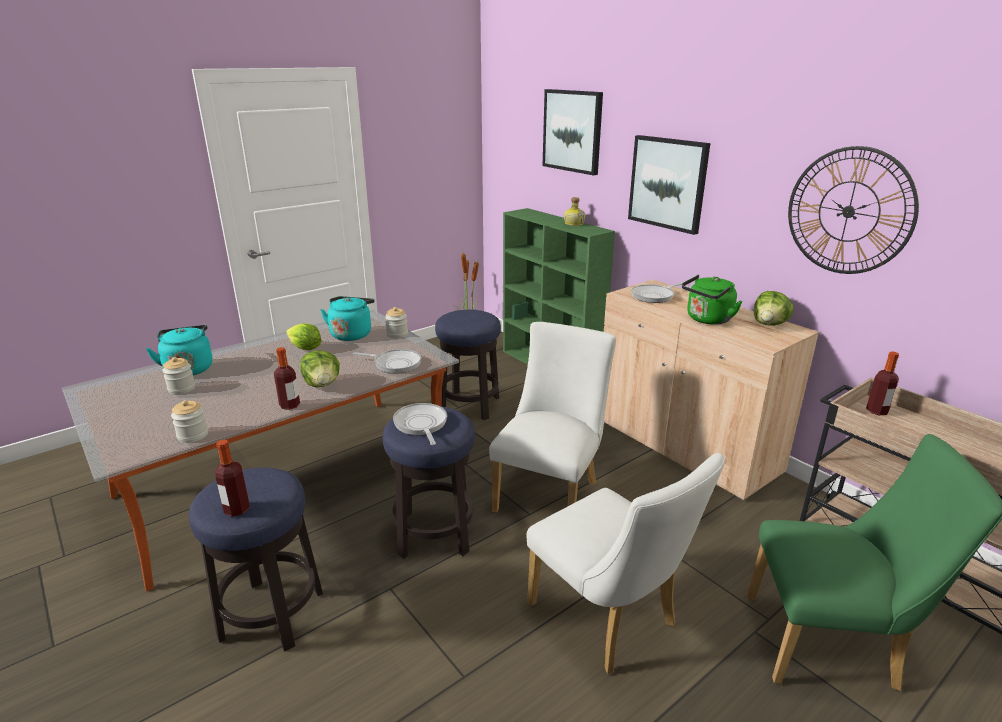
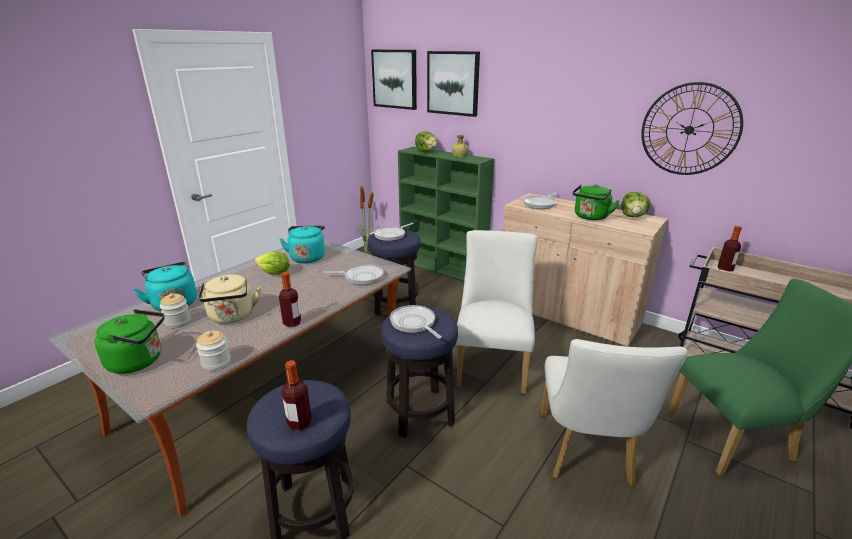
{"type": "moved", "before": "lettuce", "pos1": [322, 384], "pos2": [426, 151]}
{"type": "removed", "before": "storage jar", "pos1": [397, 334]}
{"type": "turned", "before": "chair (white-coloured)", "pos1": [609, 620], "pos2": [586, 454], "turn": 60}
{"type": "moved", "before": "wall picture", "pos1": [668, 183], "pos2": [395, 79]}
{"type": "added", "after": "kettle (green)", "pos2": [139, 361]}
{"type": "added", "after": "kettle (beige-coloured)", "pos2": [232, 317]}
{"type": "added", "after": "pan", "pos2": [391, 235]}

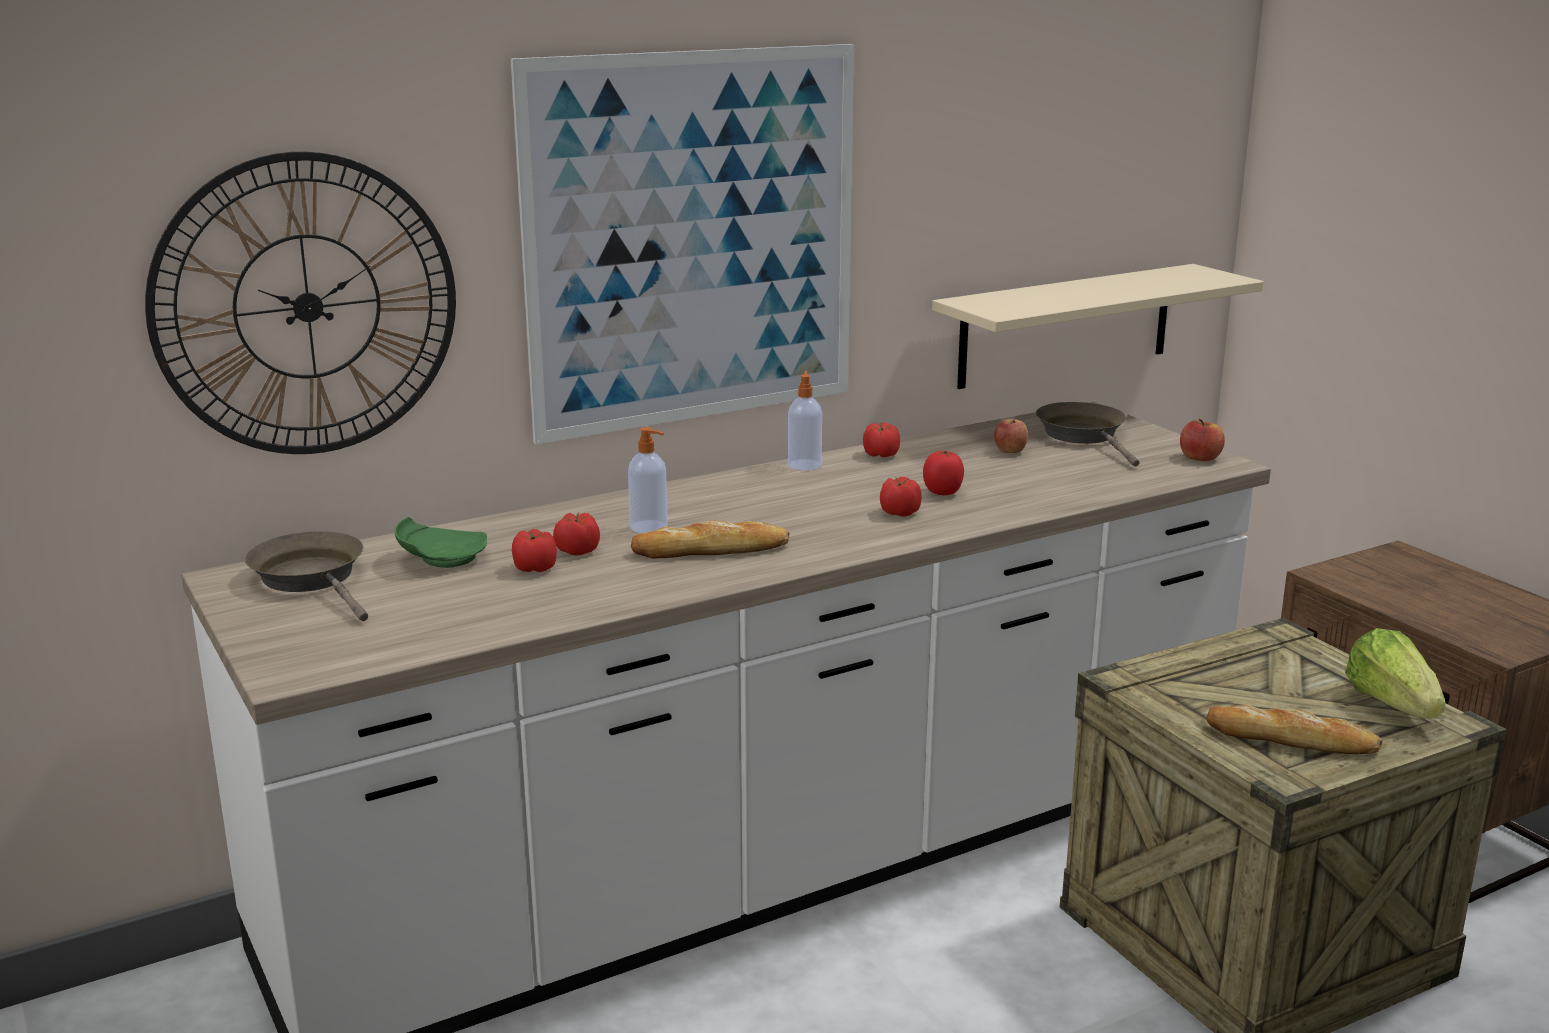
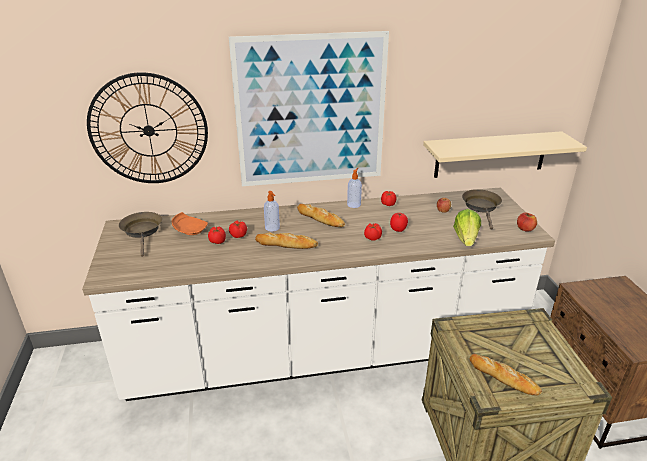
{"type": "recoloured", "before": "flat dish (green)", "after": "flat dish (orangey)", "pos1": [441, 559], "pos2": [190, 230]}
{"type": "moved", "before": "lettuce", "pos1": [1392, 705], "pos2": [466, 239]}
{"type": "added", "after": "bakery bread", "pos2": [320, 218]}

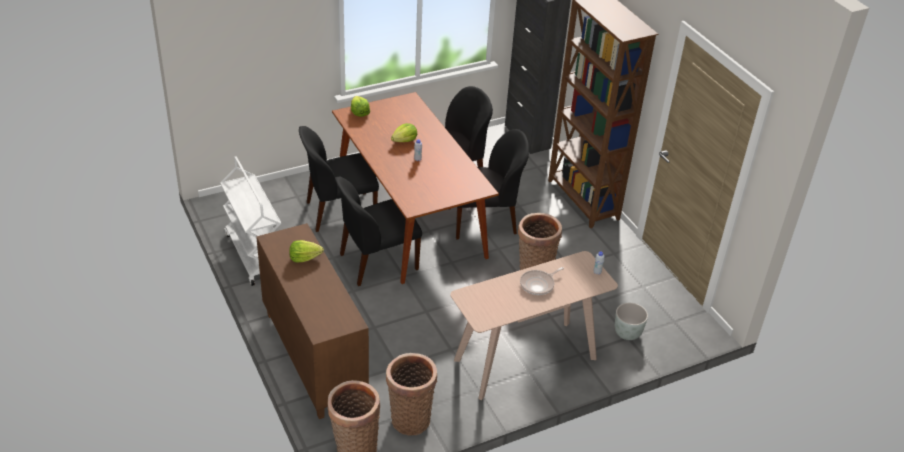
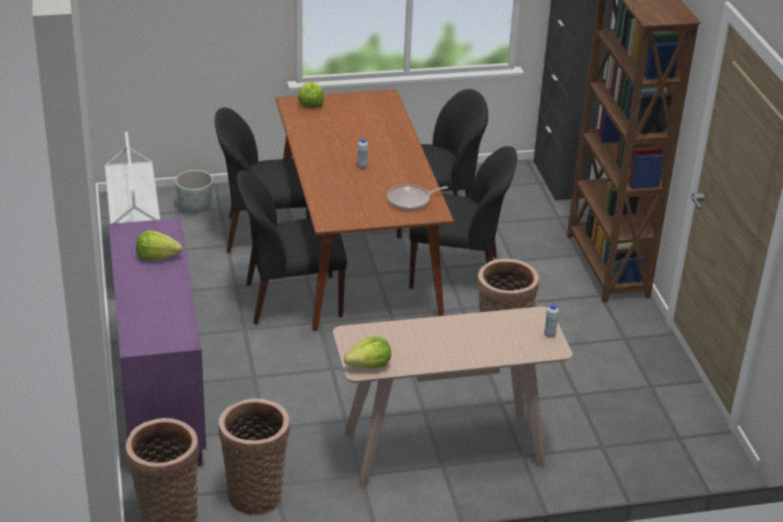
{"type": "recoloured", "before": "cupboard (brownish)", "after": "cupboard (purple)", "pos1": [312, 357], "pos2": [159, 398]}
{"type": "moved", "before": "lettuce", "pos1": [404, 140], "pos2": [369, 365]}
{"type": "moved", "before": "pan", "pos1": [538, 284], "pos2": [411, 201]}
{"type": "moved", "before": "planter (gray)", "pos1": [627, 333], "pos2": [195, 207]}

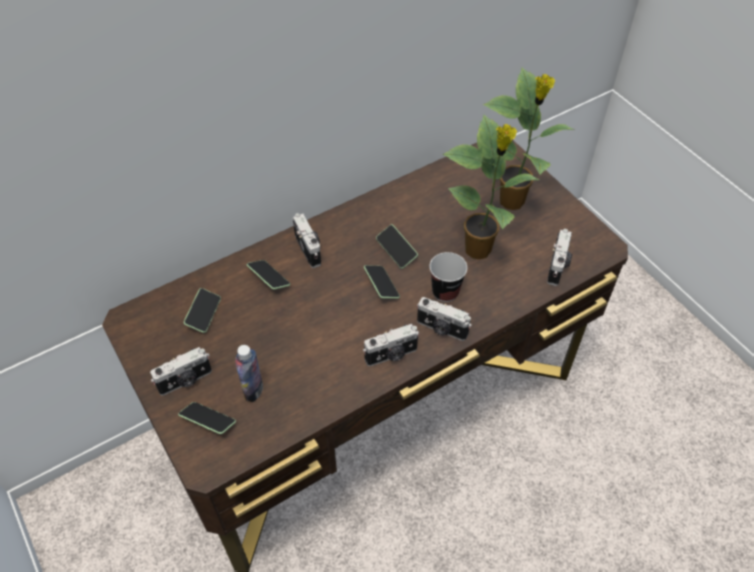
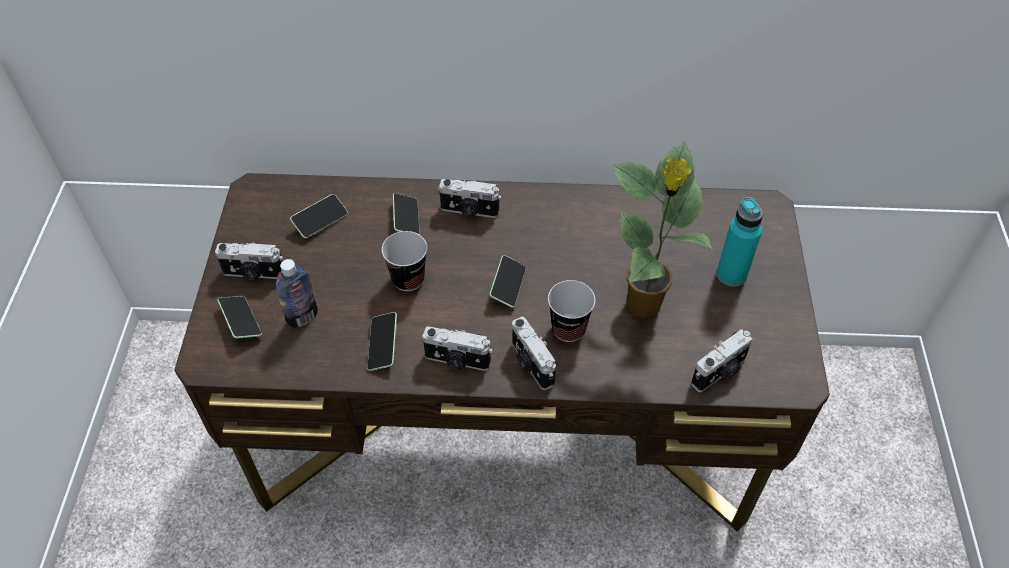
{"type": "turned", "before": "photo camera", "pos1": [309, 249], "pos2": [469, 211], "turn": 90}
{"type": "moved", "before": "phone", "pos1": [396, 250], "pos2": [383, 346]}
{"type": "replaced", "before": "potted plant", "after": "bottle (turquoise)", "pos1": [513, 202], "pos2": [731, 274]}
{"type": "added", "after": "small cup", "pos2": [408, 279]}

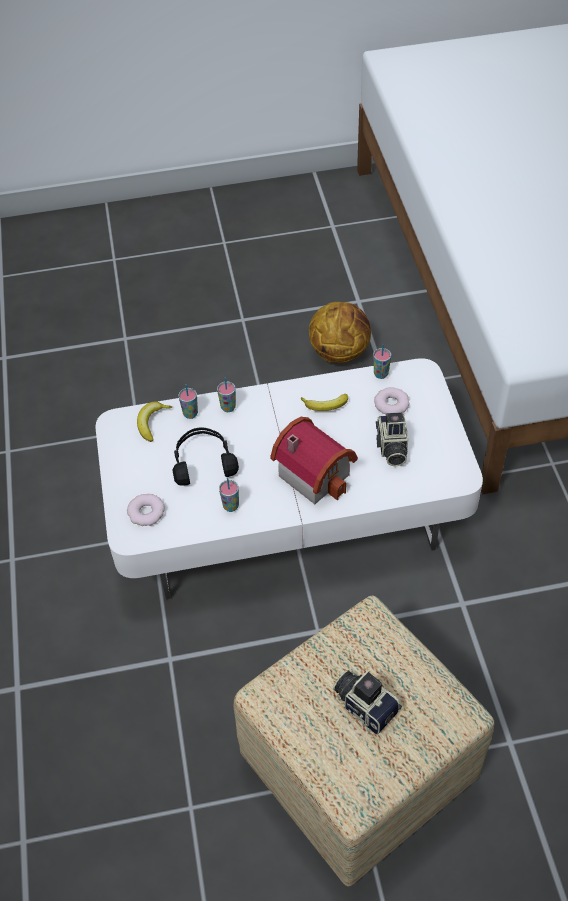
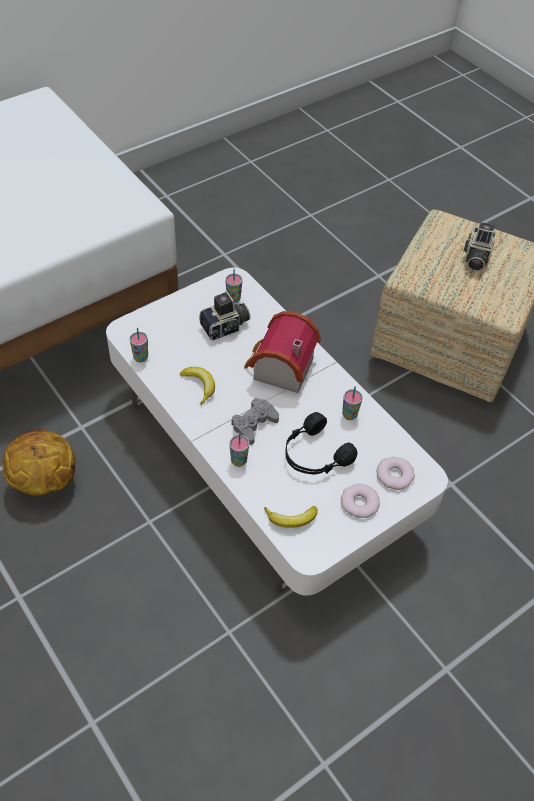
{"type": "moved", "before": "small cup", "pos1": [190, 414], "pos2": [233, 299]}
{"type": "moved", "before": "doughnut", "pos1": [391, 404], "pos2": [359, 503]}
{"type": "added", "after": "gamepad (gray)", "pos2": [254, 424]}

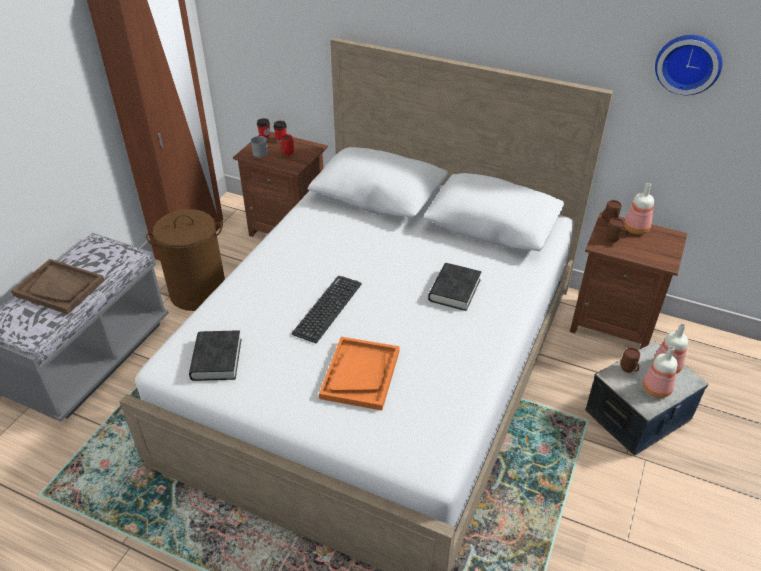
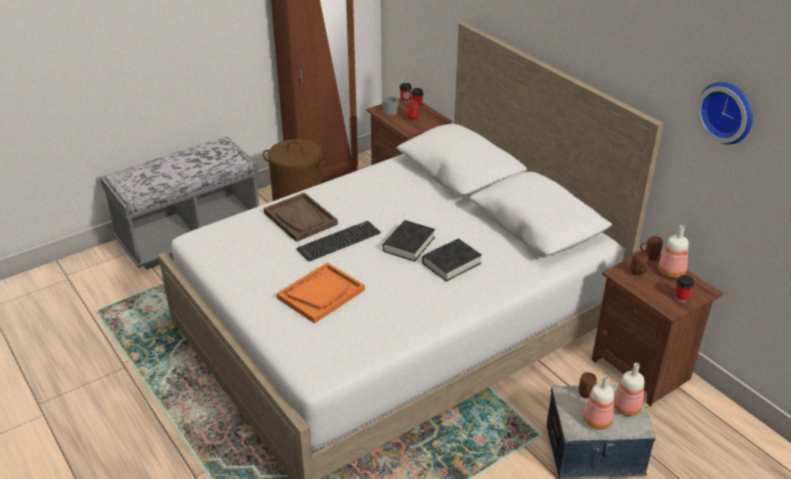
{"type": "moved", "before": "carrying tray (brownish)", "pos1": [59, 288], "pos2": [300, 218]}
{"type": "moved", "before": "book (blackish)", "pos1": [216, 359], "pos2": [408, 244]}
{"type": "added", "after": "small cup", "pos2": [681, 298]}

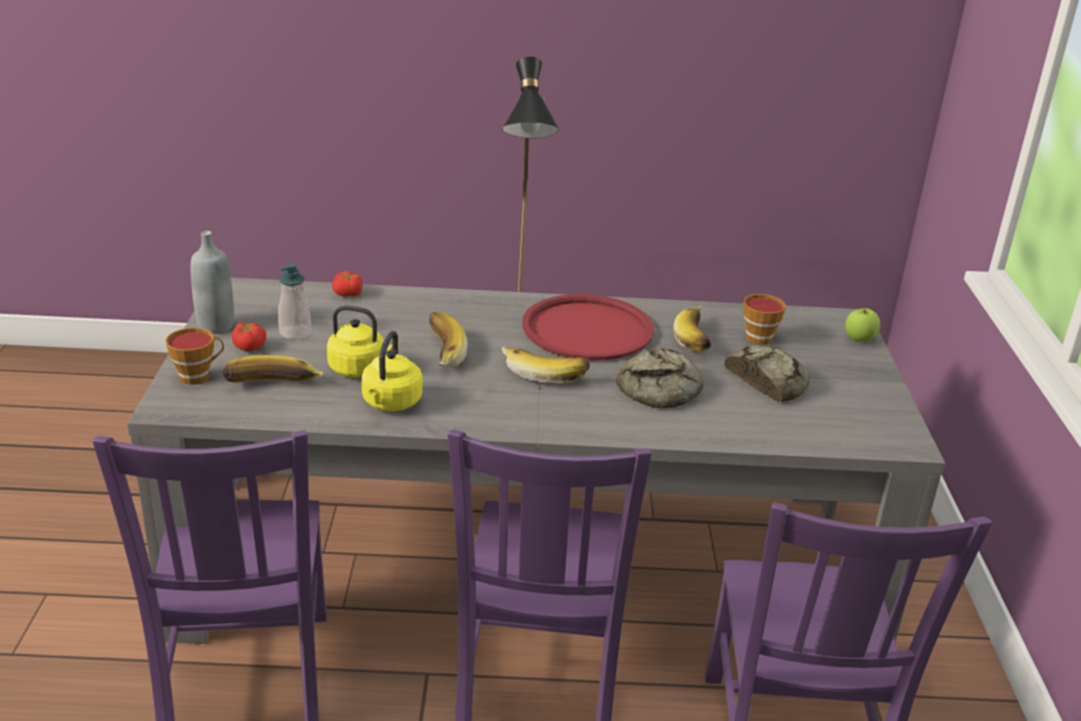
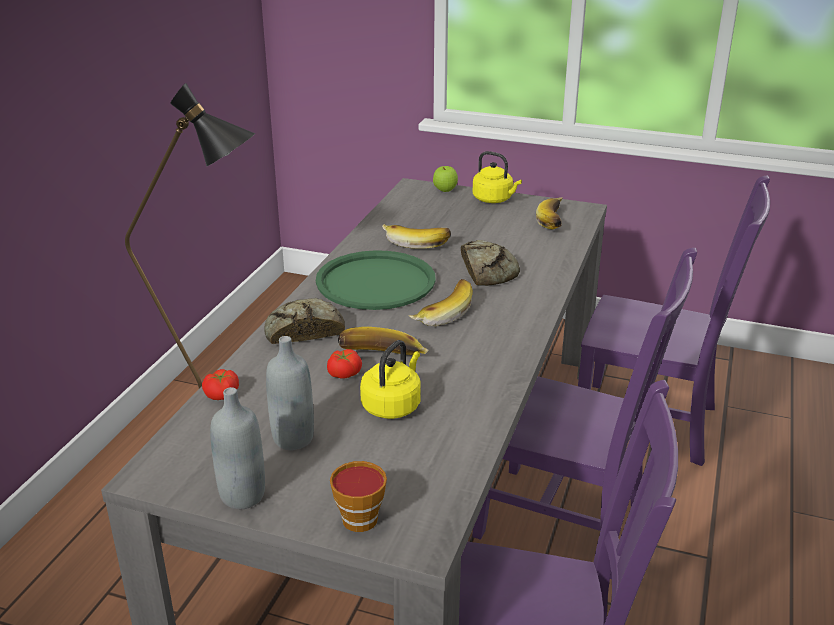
{"type": "moved", "before": "banana", "pos1": [272, 387], "pos2": [556, 222]}
{"type": "moved", "before": "tomato", "pos1": [249, 346], "pos2": [344, 373]}
{"type": "replaced", "before": "liquid soap bottle", "after": "bottle (gray)", "pos1": [295, 333], "pos2": [293, 438]}
{"type": "moved", "before": "kettle (yellow)", "pos1": [391, 403], "pos2": [494, 199]}
{"type": "recoloured", "before": "carrying tray (reddish)", "after": "carrying tray (green)", "pos1": [587, 329], "pos2": [376, 282]}
{"type": "moved", "before": "bakery bread", "pos1": [767, 380], "pos2": [303, 330]}
{"type": "removed", "before": "small cup", "pos1": [757, 336]}

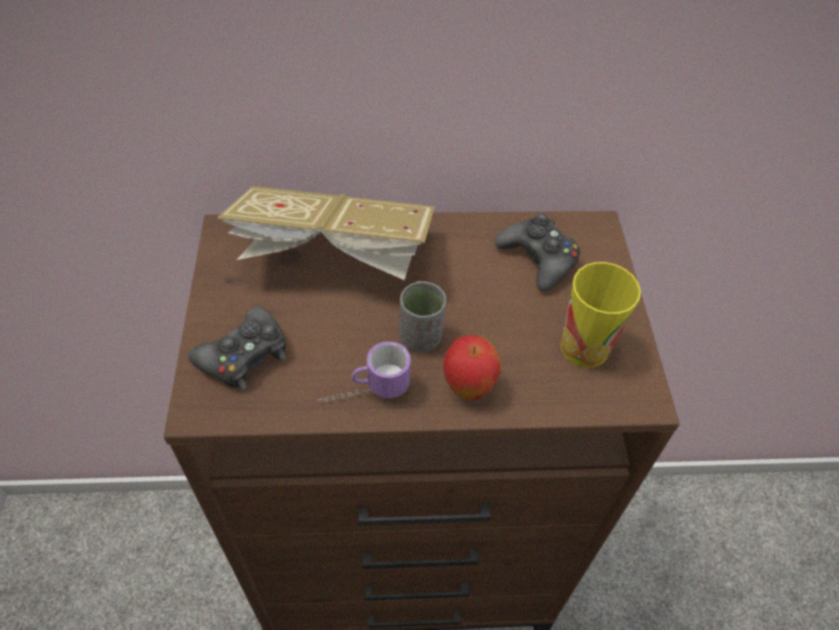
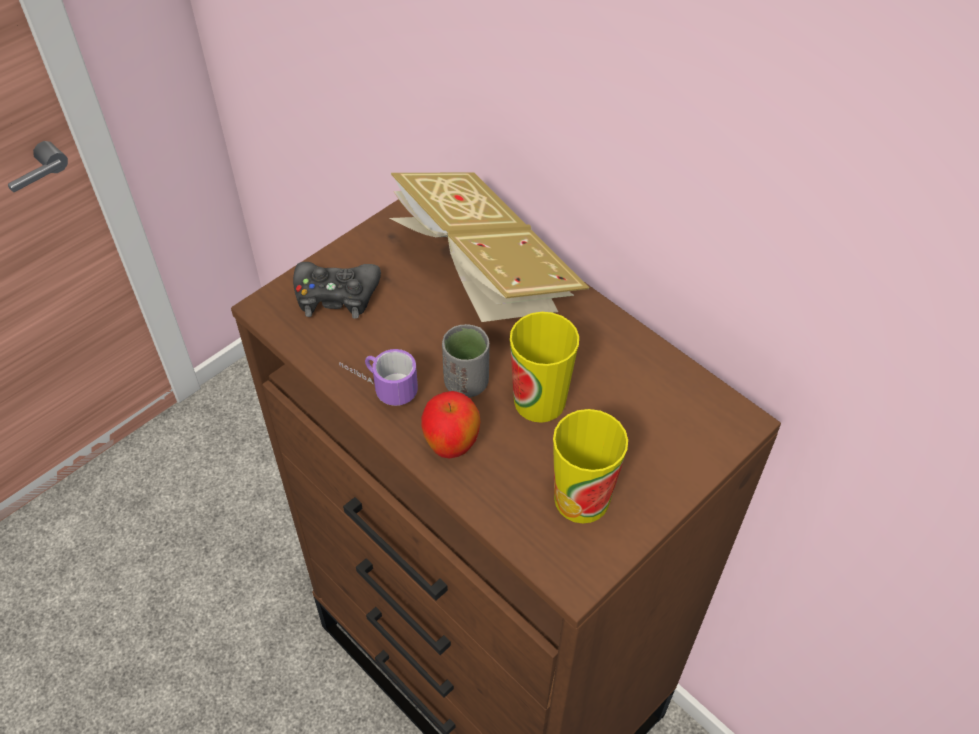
{"type": "removed", "before": "gamepad (blackish)", "pos1": [538, 259]}
{"type": "added", "after": "small cup", "pos2": [539, 401]}

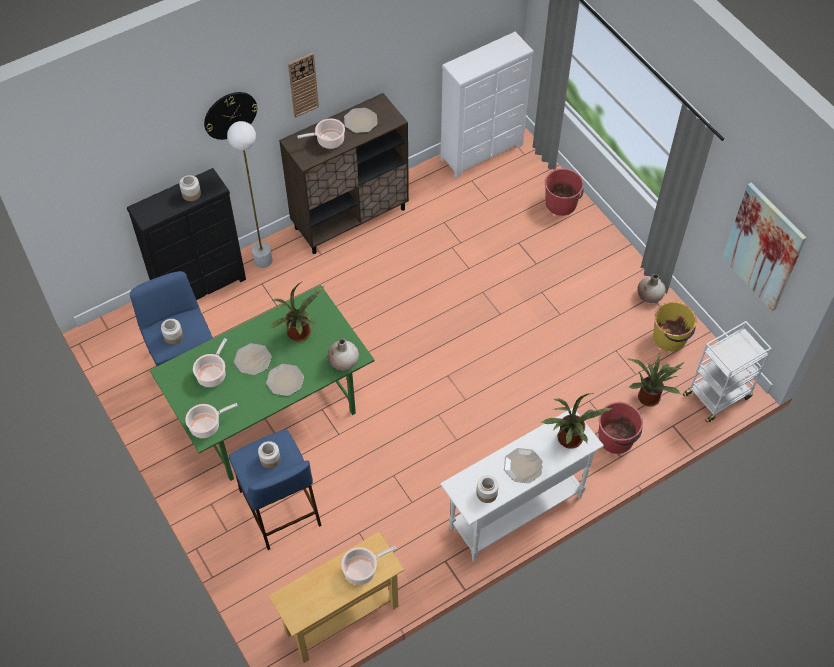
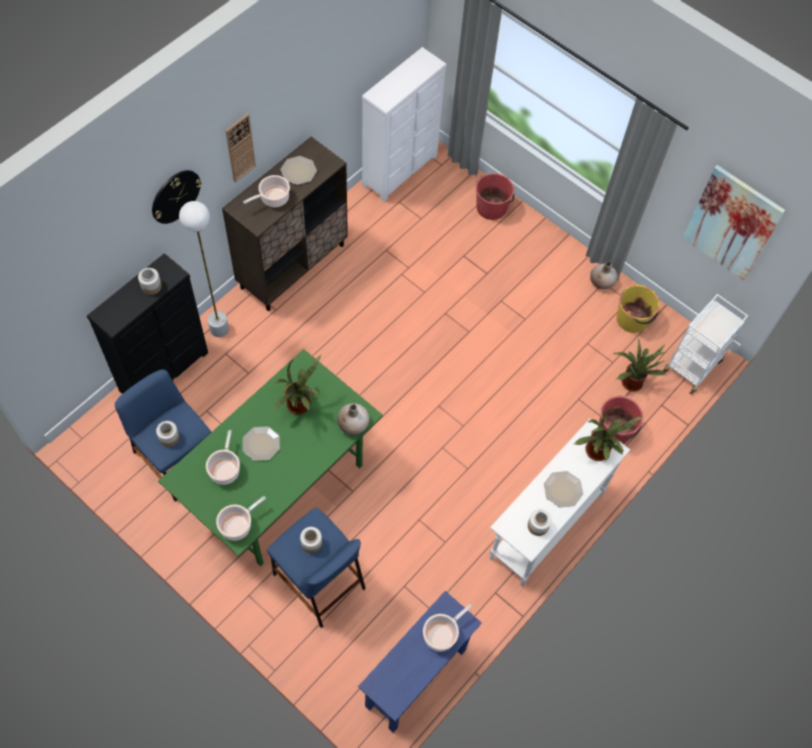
{"type": "removed", "before": "flat dish", "pos1": [285, 380]}
{"type": "recoloured", "before": "hall table (beige-coloured)", "after": "hall table (bluish)", "pos1": [342, 619], "pos2": [416, 678]}

